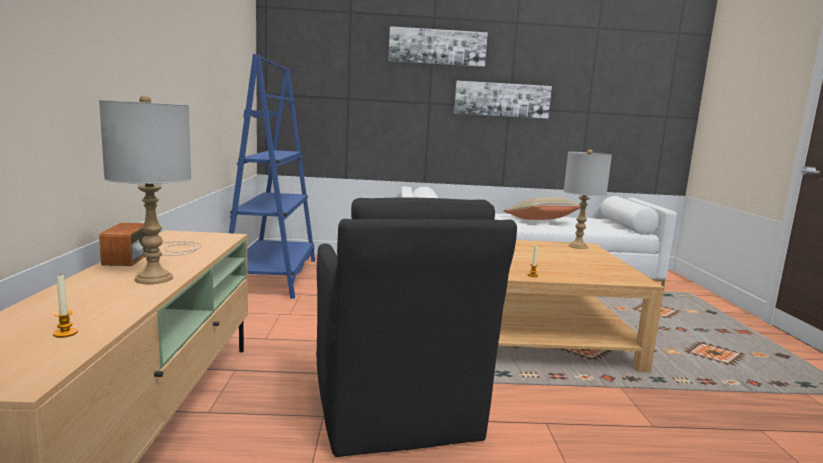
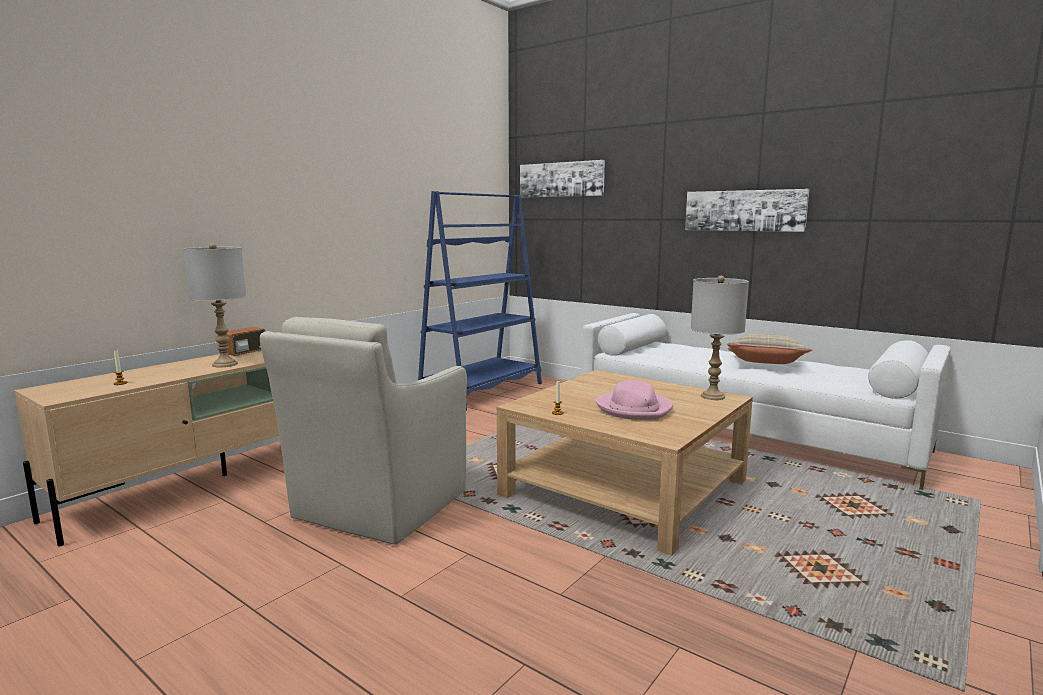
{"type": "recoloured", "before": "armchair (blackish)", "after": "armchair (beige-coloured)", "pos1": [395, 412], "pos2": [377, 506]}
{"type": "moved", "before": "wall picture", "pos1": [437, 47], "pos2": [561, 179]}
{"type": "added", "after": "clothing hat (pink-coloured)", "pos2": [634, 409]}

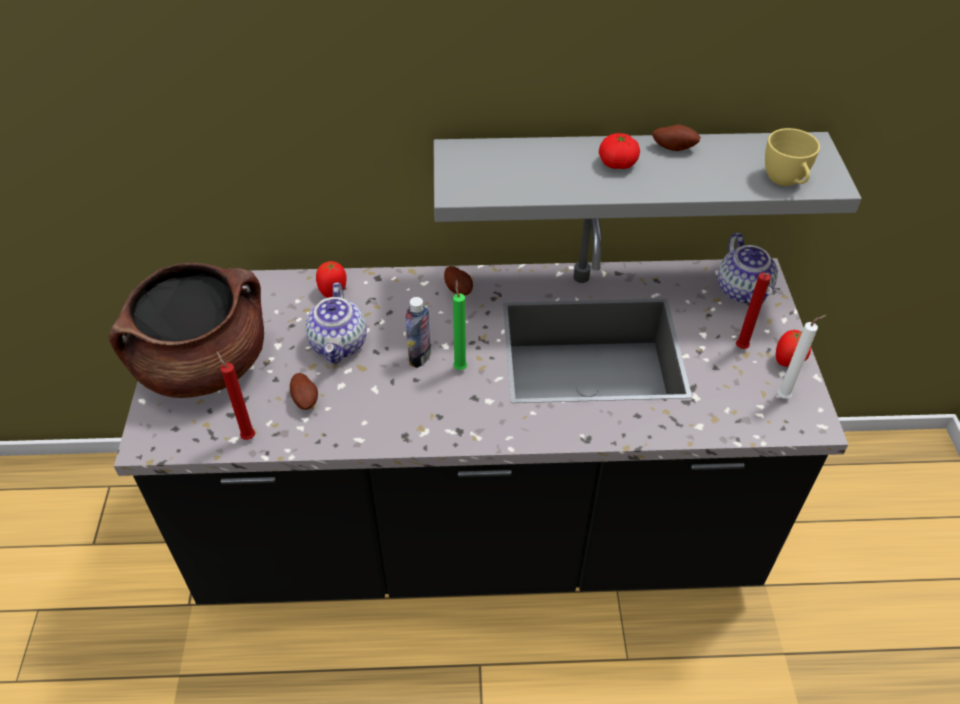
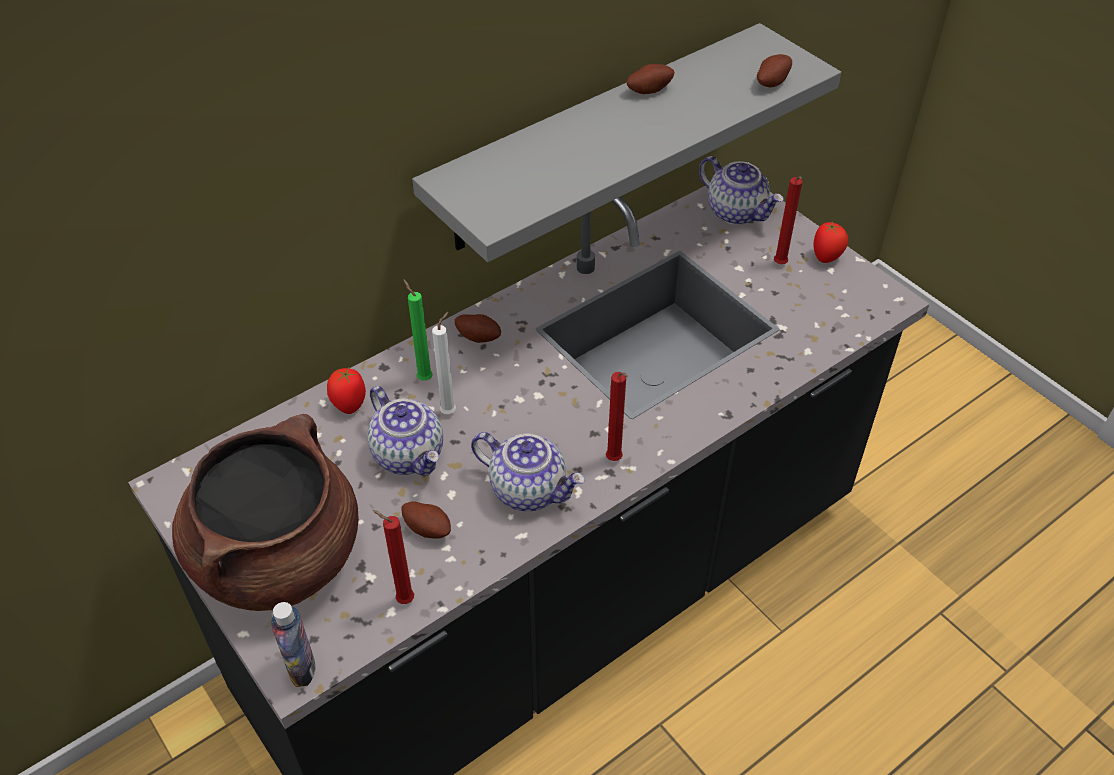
{"type": "moved", "before": "bottle", "pos1": [420, 357], "pos2": [302, 668]}
{"type": "moved", "before": "wax light (green)", "pos1": [460, 367], "pos2": [423, 378]}
{"type": "removed", "before": "tomato", "pos1": [617, 163]}
{"type": "replaced", "before": "small cup (yellow)", "after": "whole potato", "pos1": [786, 181], "pos2": [771, 82]}
{"type": "moved", "before": "wax light (white-coloured)", "pos1": [785, 396], "pos2": [450, 411]}
{"type": "added", "after": "tea pot", "pos2": [529, 489]}
{"type": "added", "after": "wax light (reddish)", "pos2": [615, 461]}

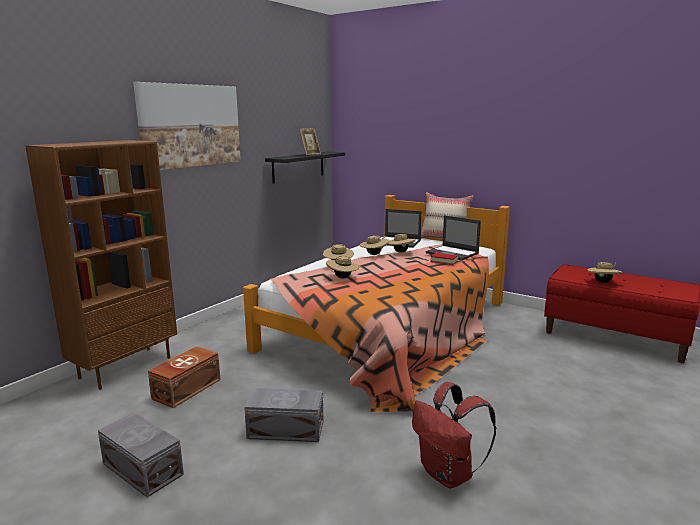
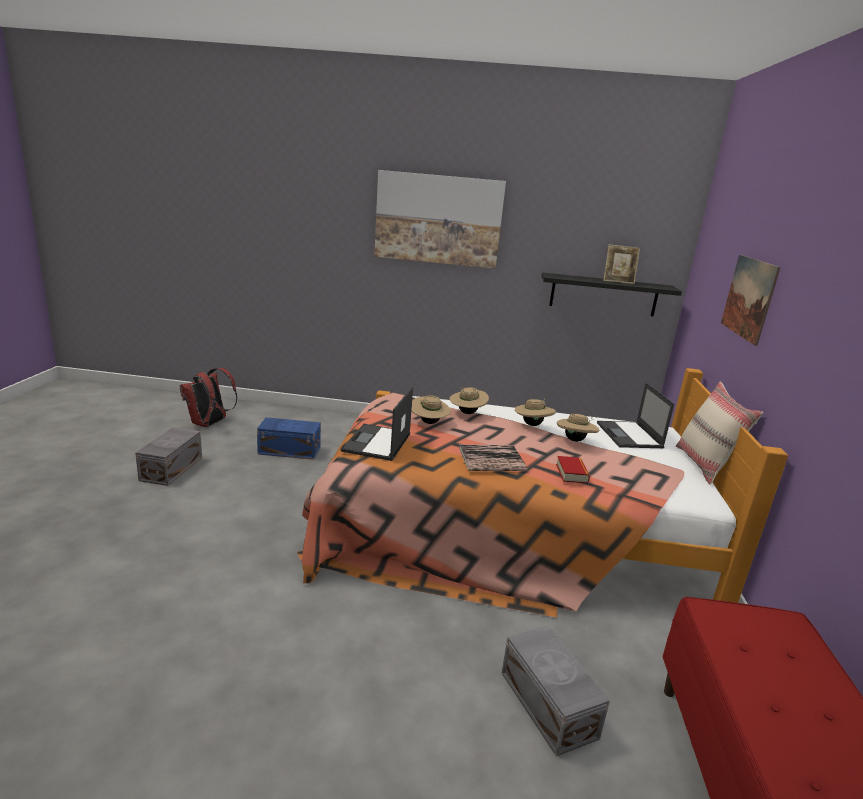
{"type": "removed", "before": "shelving unit (brownish)", "pos1": [126, 367]}
{"type": "recoloured", "before": "storage container (brownish)", "after": "storage container (bluish)", "pos1": [185, 389], "pos2": [289, 450]}
{"type": "moved", "before": "storage container (gray)", "pos1": [286, 430], "pos2": [547, 706]}
{"type": "moved", "before": "knapsack (reddish)", "pos1": [449, 474], "pos2": [209, 424]}
{"type": "moved", "before": "laptop", "pos1": [453, 253], "pos2": [377, 443]}
{"type": "removed", "before": "clothing hat (beige-coloured)", "pos1": [603, 282]}
{"type": "added", "after": "book", "pos2": [492, 459]}
{"type": "added", "after": "wall picture", "pos2": [748, 298]}

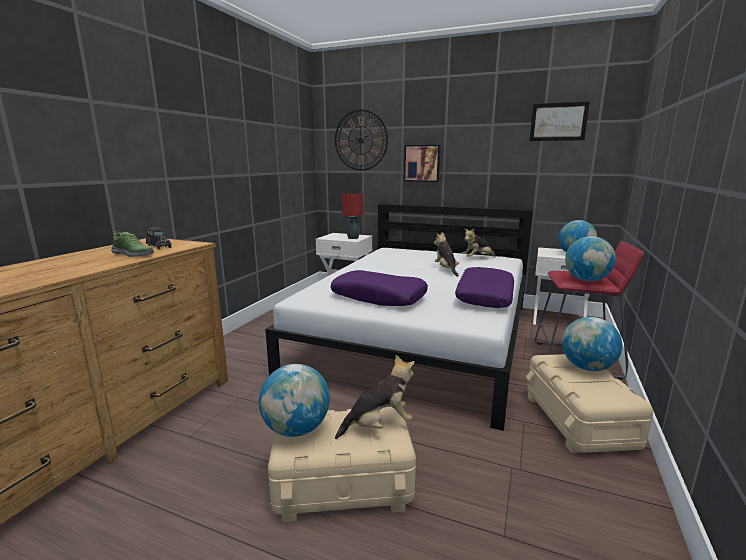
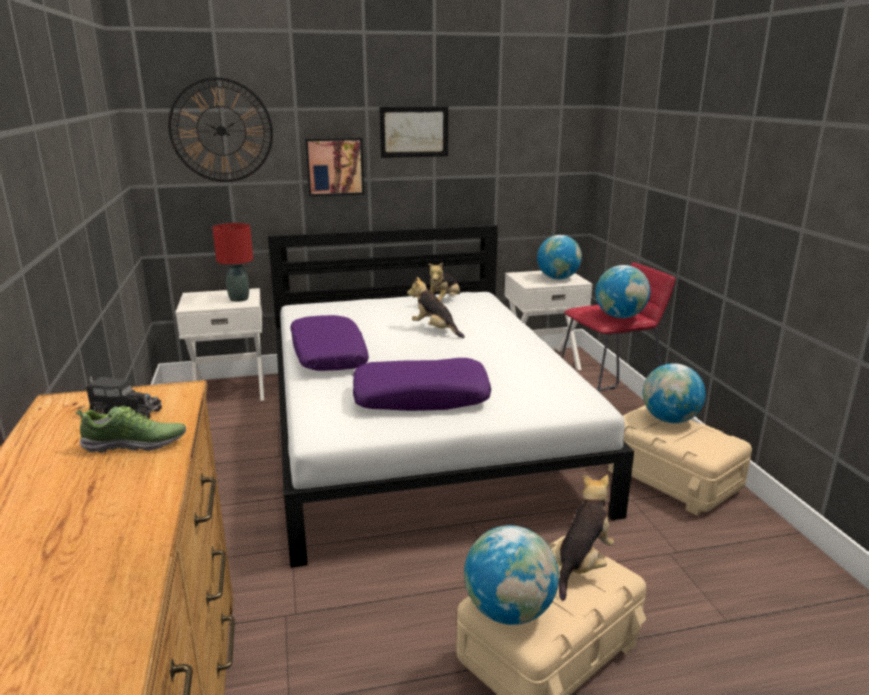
{"type": "moved", "before": "throw pillow (purple)", "pos1": [484, 296], "pos2": [327, 355]}
{"type": "moved", "before": "wall picture", "pos1": [558, 122], "pos2": [414, 132]}

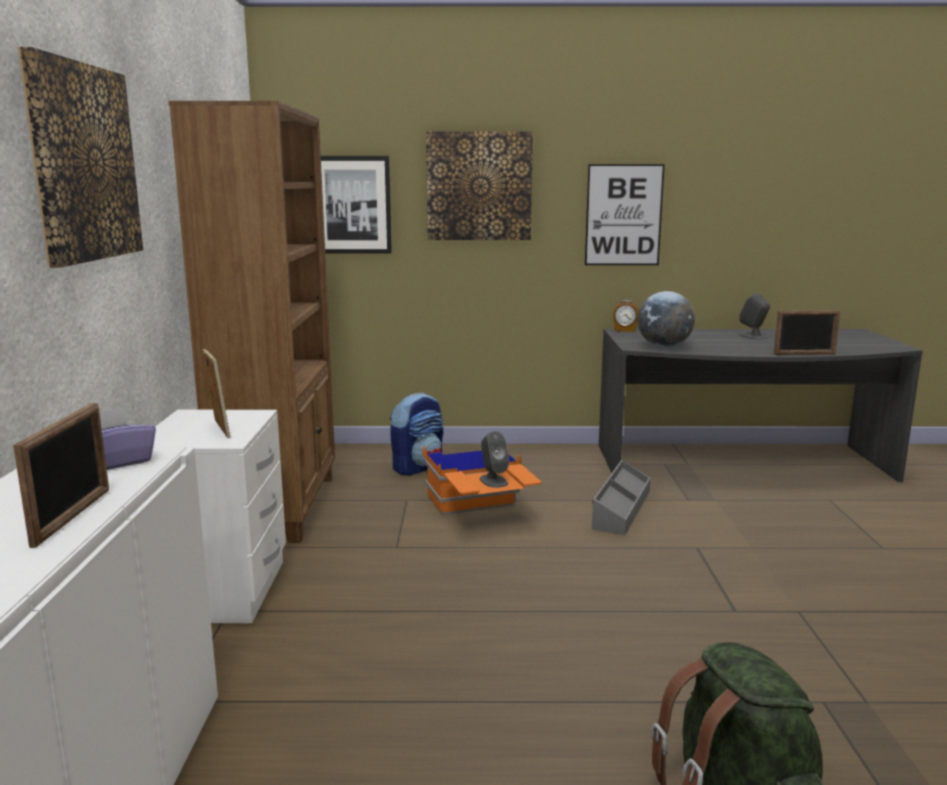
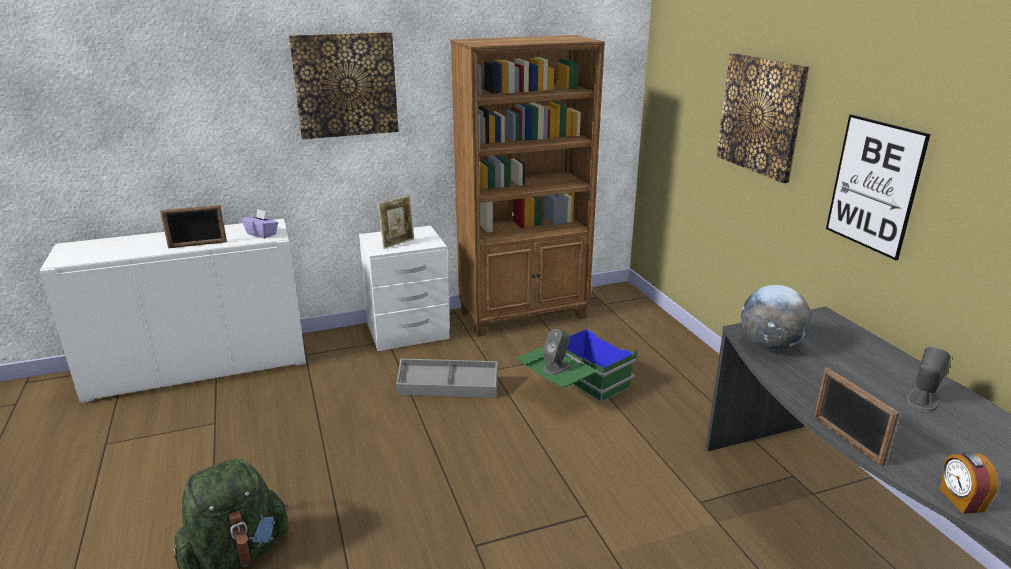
{"type": "removed", "before": "wall picture", "pos1": [351, 205]}
{"type": "removed", "before": "knapsack", "pos1": [418, 467]}
{"type": "recoloured", "before": "storage container (orangey)", "after": "storage container (green)", "pos1": [480, 512], "pos2": [574, 390]}
{"type": "moved", "before": "storage container (gray)", "pos1": [620, 509], "pos2": [448, 388]}
{"type": "moved", "before": "bedside clock", "pos1": [625, 330], "pos2": [960, 500]}

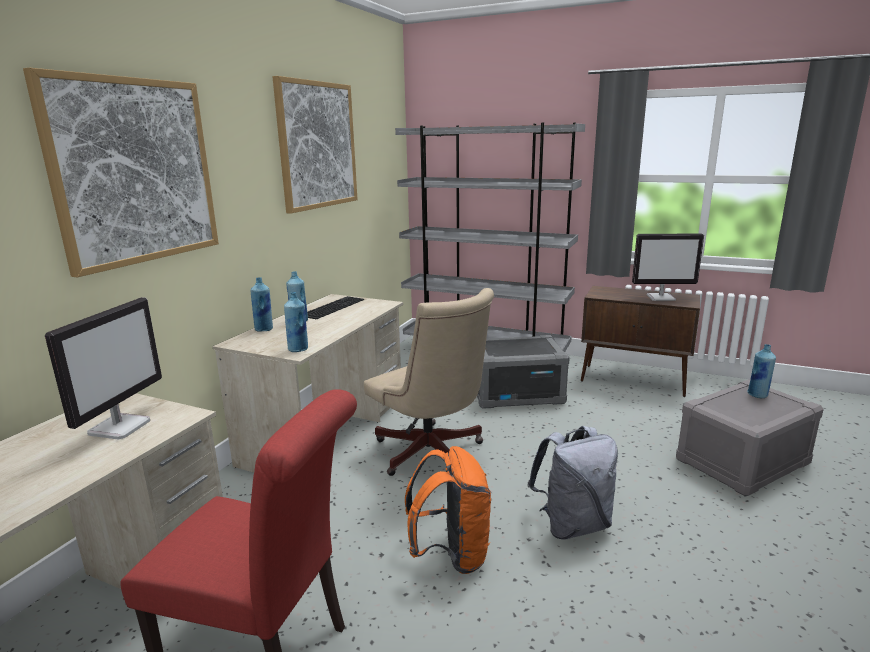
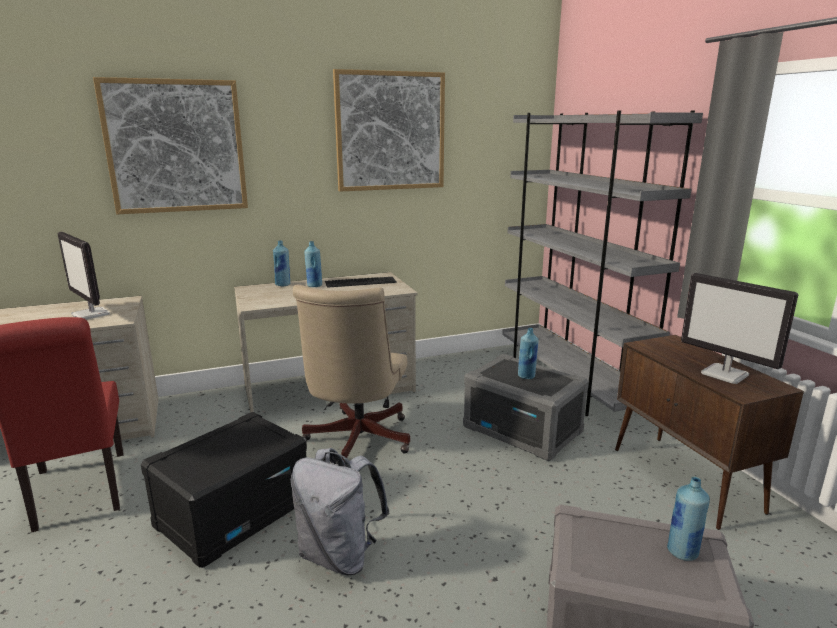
{"type": "turned", "before": "computer display", "pos1": [120, 427], "pos2": [91, 314], "turn": 75}
{"type": "moved", "before": "bottle (bluish)", "pos1": [298, 349], "pos2": [526, 376]}
{"type": "replaced", "before": "knapsack (orangey)", "after": "storage container (blackish)", "pos1": [451, 554], "pos2": [234, 513]}

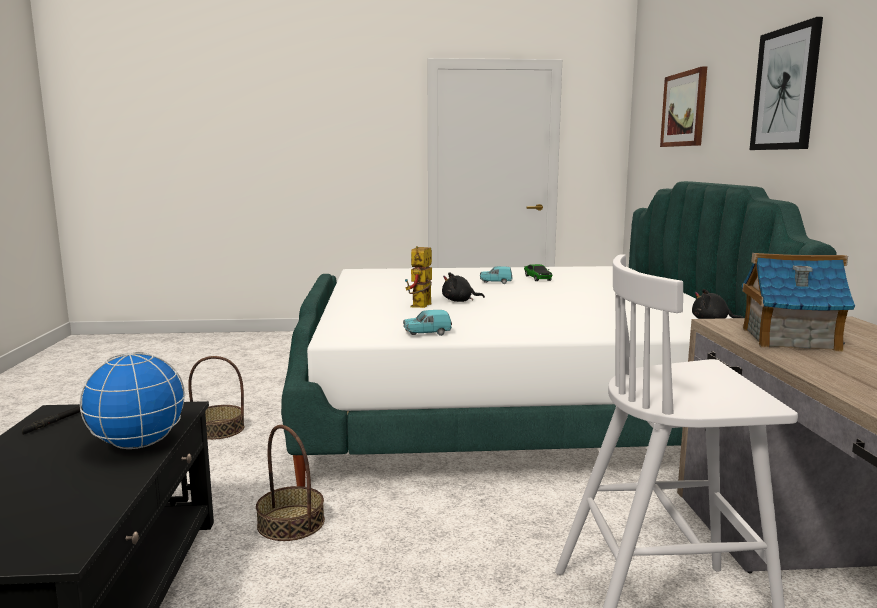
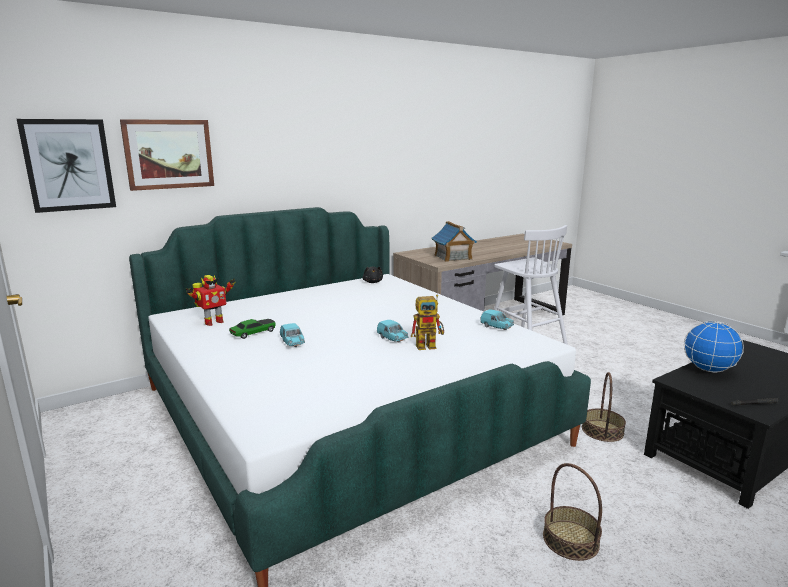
{"type": "replaced", "before": "plush toy (blackish)", "after": "toy car (turquoise)", "pos1": [459, 301], "pos2": [392, 339]}
{"type": "moved", "before": "wall picture", "pos1": [785, 89], "pos2": [69, 165]}
{"type": "added", "after": "robot figure", "pos2": [213, 322]}

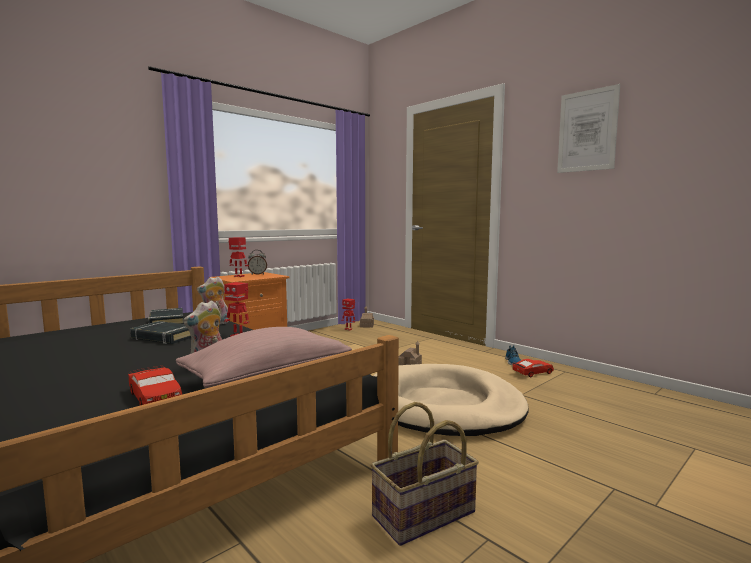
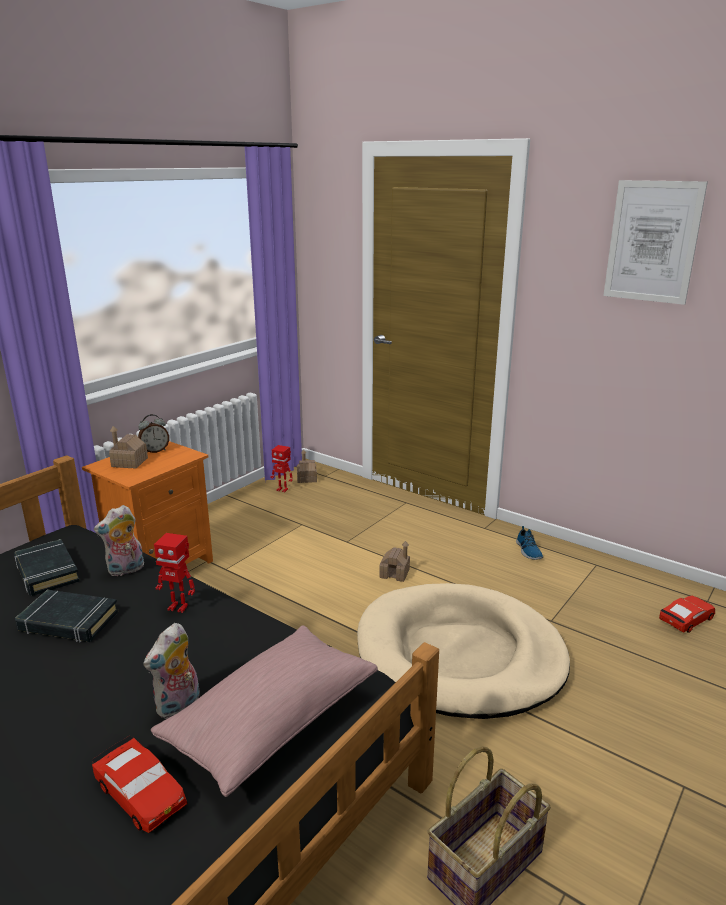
{"type": "replaced", "before": "robot figure", "after": "model house", "pos1": [238, 276], "pos2": [129, 462]}
{"type": "moved", "before": "toy car (reddish)", "pos1": [532, 372], "pos2": [686, 619]}

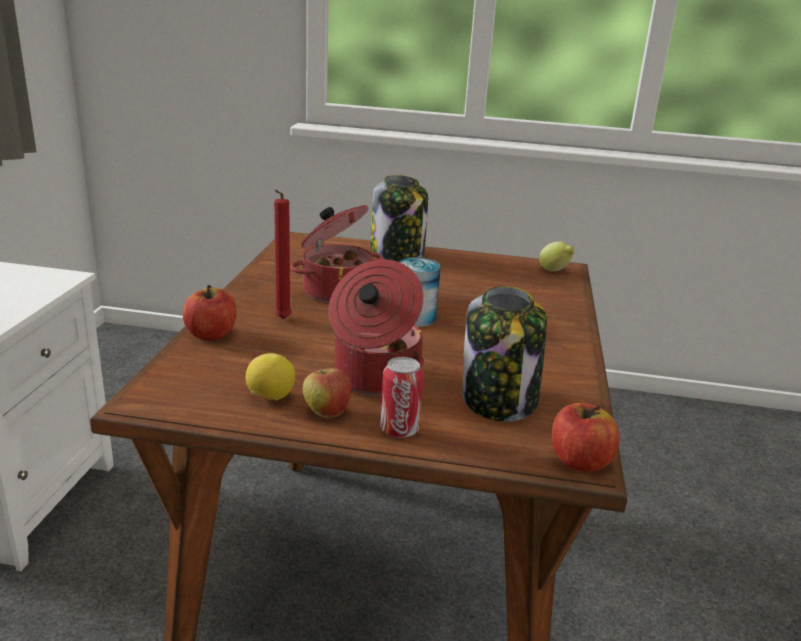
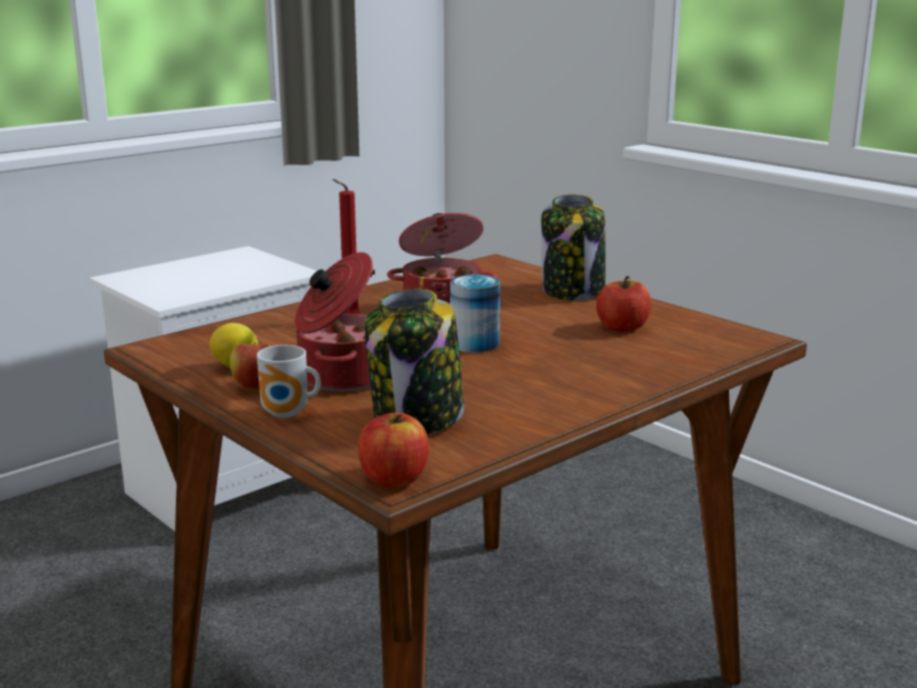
{"type": "moved", "before": "whole apple", "pos1": [211, 334], "pos2": [622, 327]}
{"type": "replaced", "before": "sealed can", "after": "coffee mug", "pos1": [399, 430], "pos2": [288, 414]}
{"type": "removed", "before": "whole lemon", "pos1": [554, 271]}

